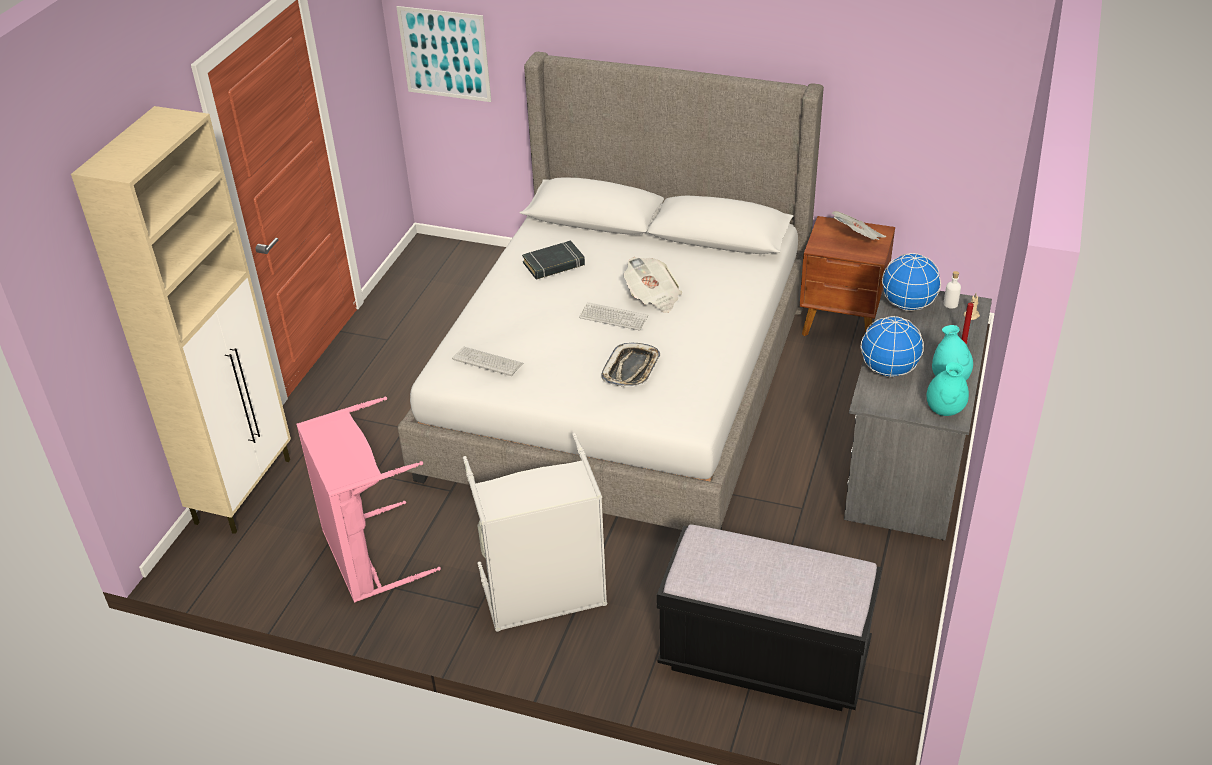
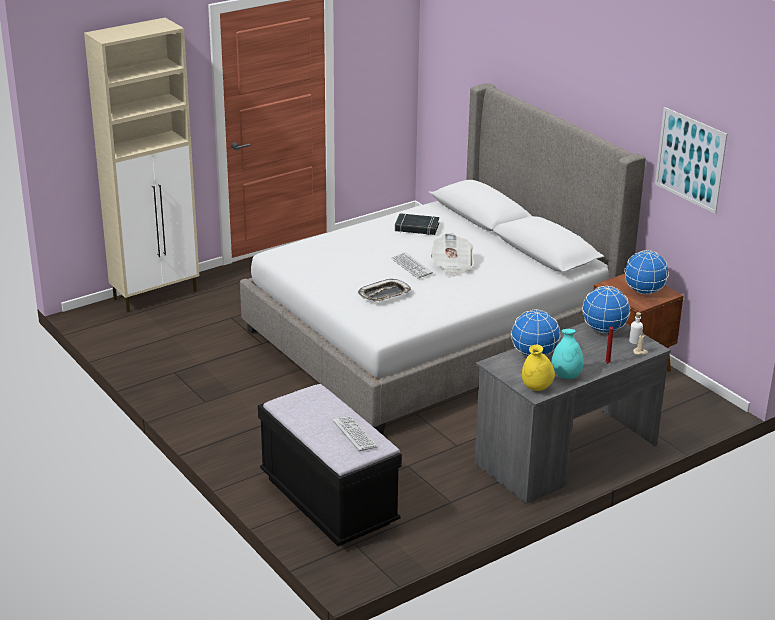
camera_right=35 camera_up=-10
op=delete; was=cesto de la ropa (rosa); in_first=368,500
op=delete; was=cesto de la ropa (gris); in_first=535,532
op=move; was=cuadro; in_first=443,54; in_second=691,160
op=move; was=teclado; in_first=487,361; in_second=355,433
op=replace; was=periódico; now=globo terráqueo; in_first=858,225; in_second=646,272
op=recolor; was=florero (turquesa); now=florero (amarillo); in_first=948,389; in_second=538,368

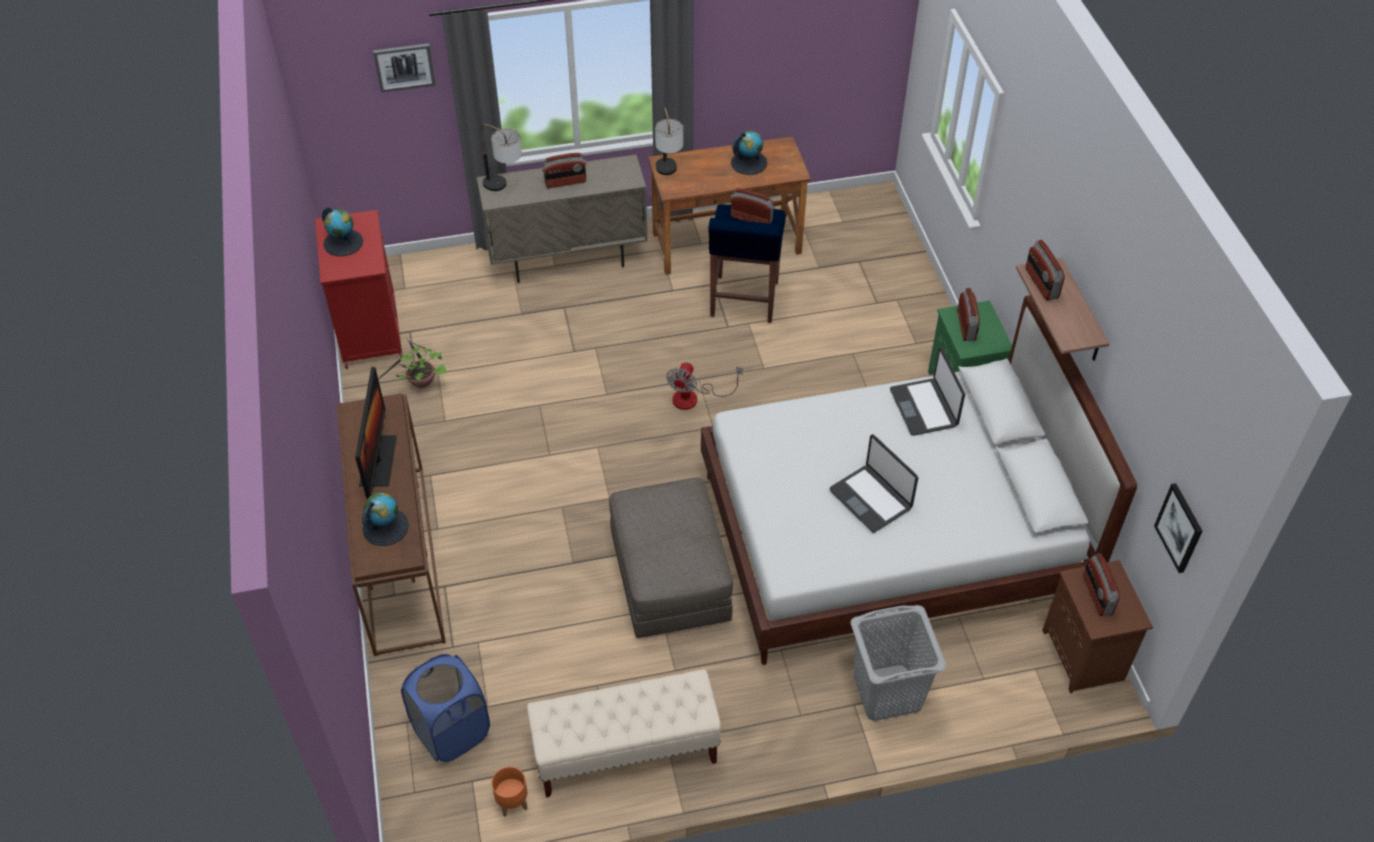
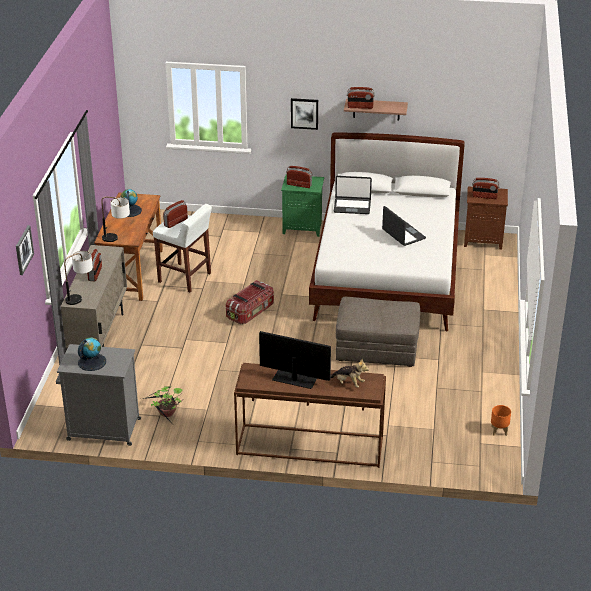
camera_right=-70 camera_up=-15
op=delete; was=cesto de la ropa (azul); in_first=445,708
op=delete; was=banco (beis); in_first=624,733
op=delete; was=cesto de la ropa (gris); in_first=898,663
op=move; was=cuadro; in_first=1178,528; in_second=304,114
op=replace; was=globo terráqueo; now=peluche; in_first=385,519; in_second=349,373
op=replace; was=ventilador; now=caja de almacenaje; in_first=704,386; in_second=250,302
op=recolor; was=armario (rojo); now=armario (gris); in_first=358,289; in_second=98,395
op=recolor; was=taburete (azul); now=taburete (blanco); in_first=747,263; in_second=182,248
op=rotate; was=portátil; in_first=873,483; in_second=404,226; clockwise=-105

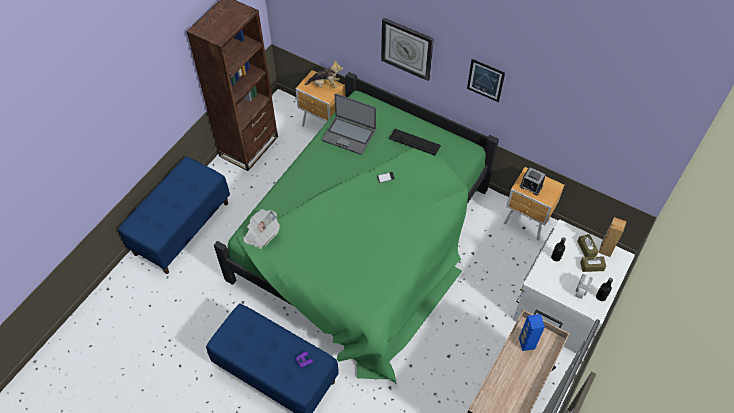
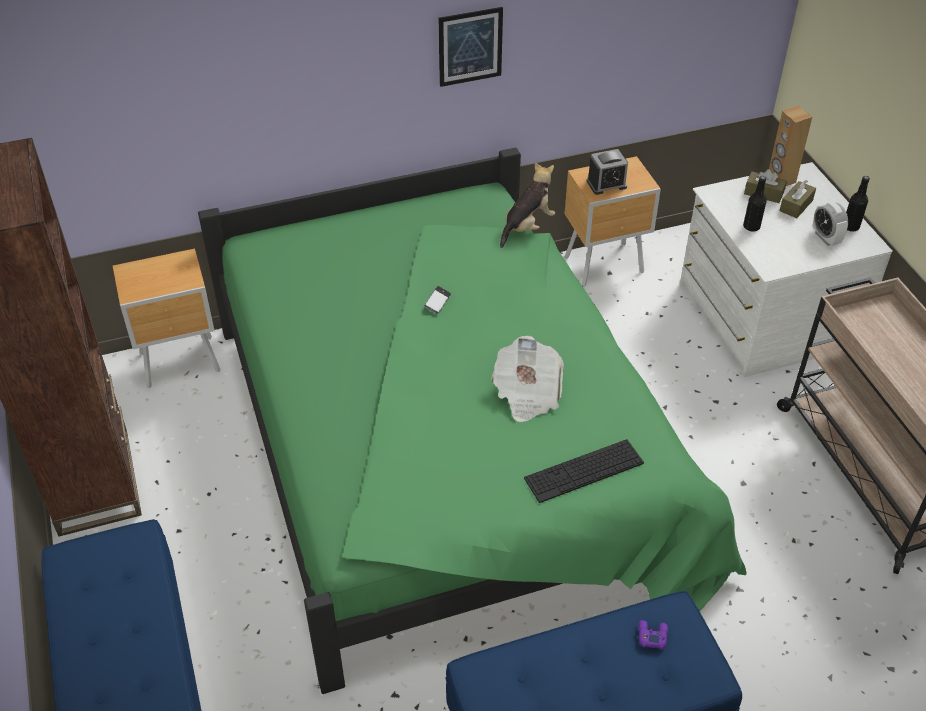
camera_right=-50 camera_up=-10
op=delete; was=portátil; in_first=349,124
op=delete; was=reloj de pared; in_first=407,49
op=delete; was=altavoz (azul); in_first=532,332
op=move; was=periódico; in_first=261,229; in_second=528,379
op=move; was=peluche; in_first=324,74; in_second=527,205
op=move; was=teclado; in_first=415,142; in_second=584,471

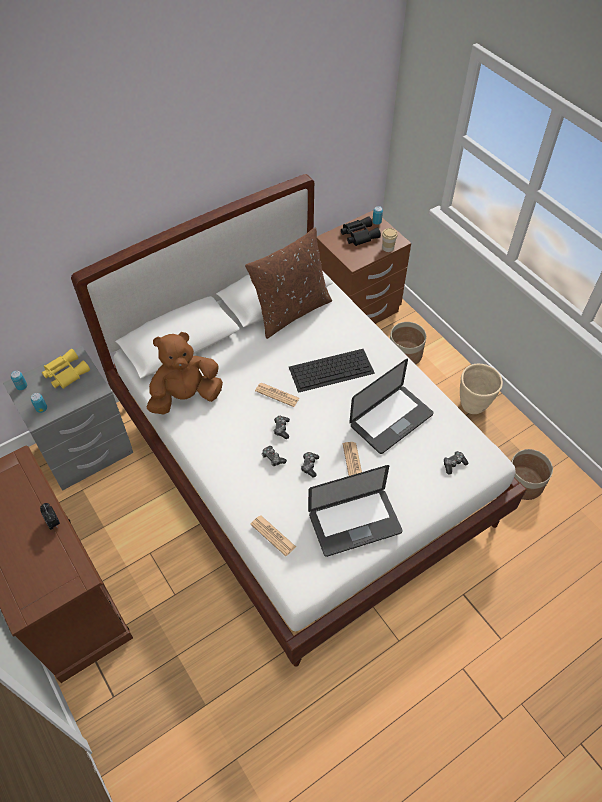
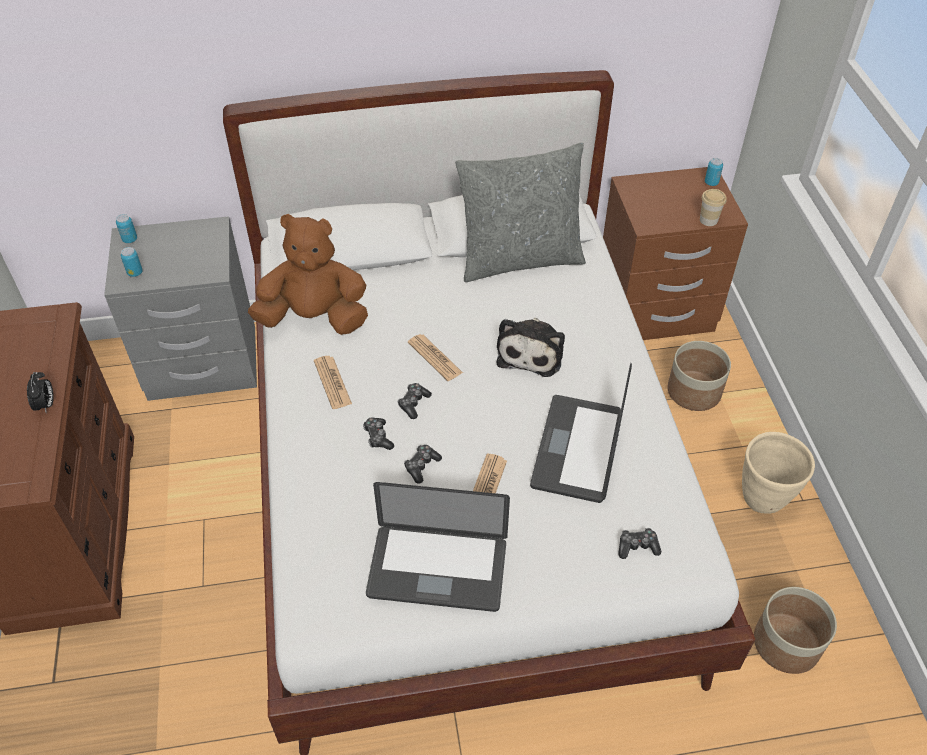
camera_right=25 camera_up=-5
op=delete; was=prismáticos (amarillo); in_first=66,369
op=delete; was=prismáticos (negro); in_first=361,231
op=move; was=periódico; in_first=273,536; in_second=333,382
op=replace; was=teclado; now=peluche; in_first=332,371; in_second=531,347
op=recolor; was=cojín (marrón); now=cojín (gris); in_first=288,283; in_second=520,212
op=rotate; was=portátil; in_first=391,406; in_second=581,433; clockwise=120

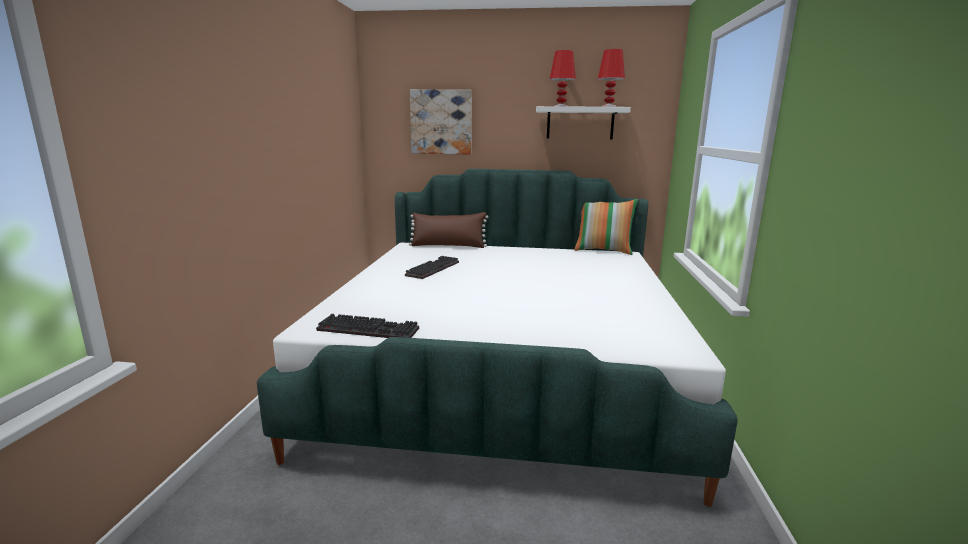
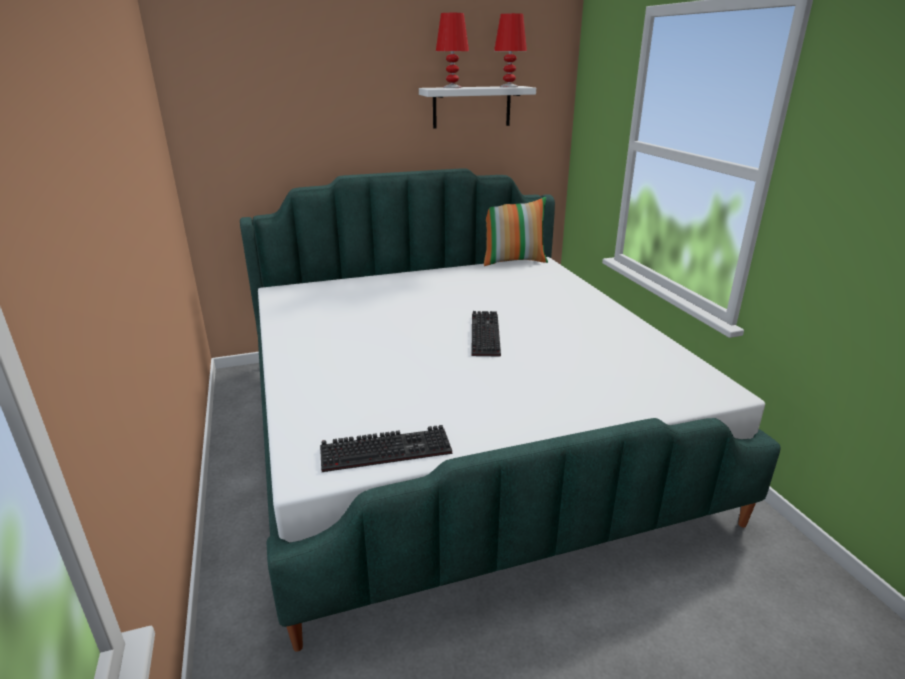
camera_right=-25 camera_up=10
op=delete; was=cojín (marrón); in_first=448,230
op=delete; was=cuadro; in_first=441,122
op=move; was=teclado; in_first=432,267; in_second=486,334

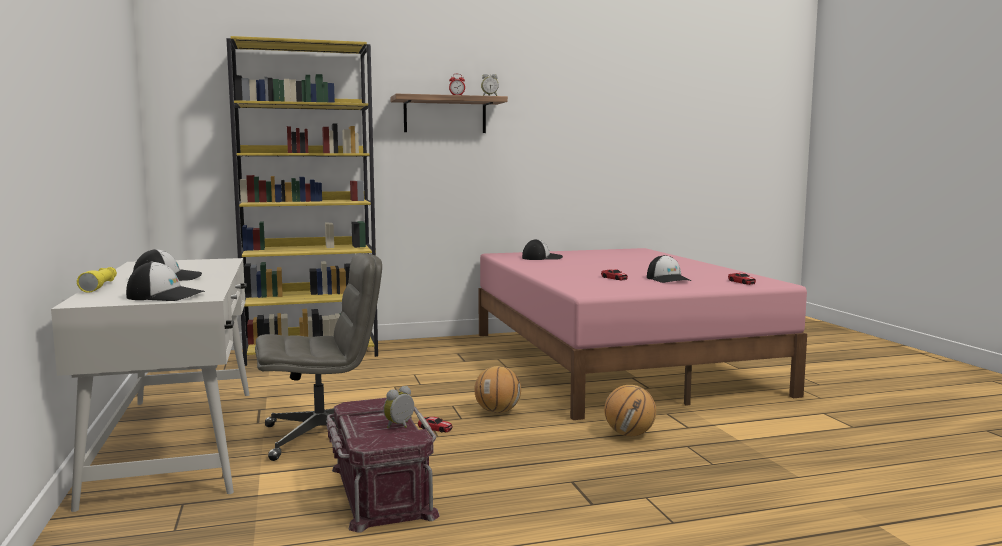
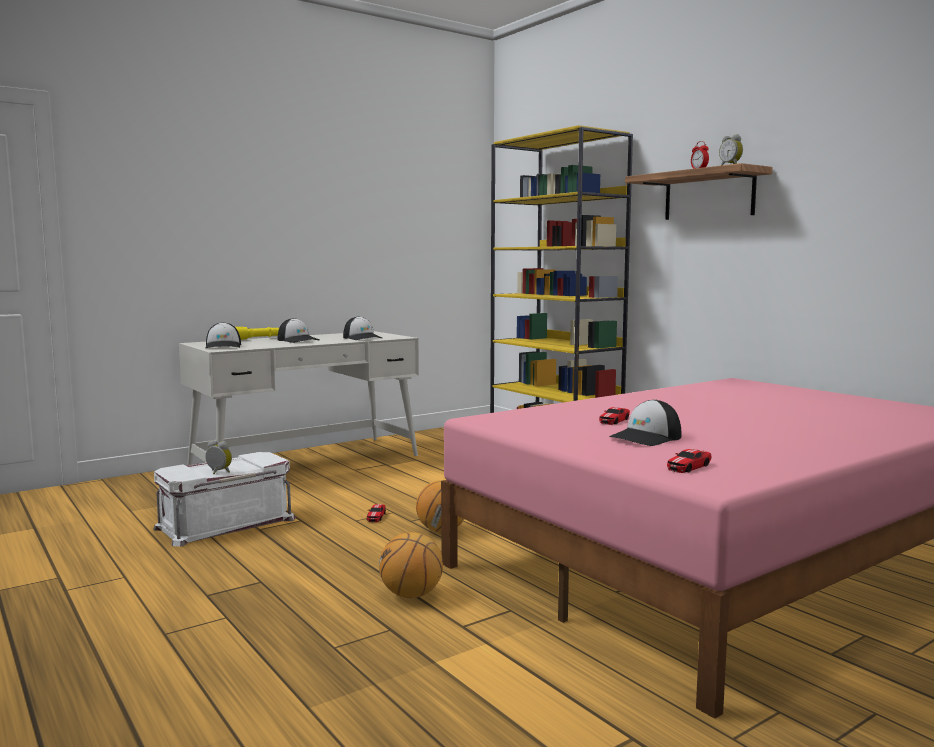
camera_right=70 camera_up=0
op=delete; was=silla de oficina (gris); in_first=318,357
op=move; was=gorra; in_first=542,249; in_second=362,328
op=recolor; was=caja de almacenaje (rojo); now=caja de almacenaje (blanco); in_first=383,465; in_second=224,499

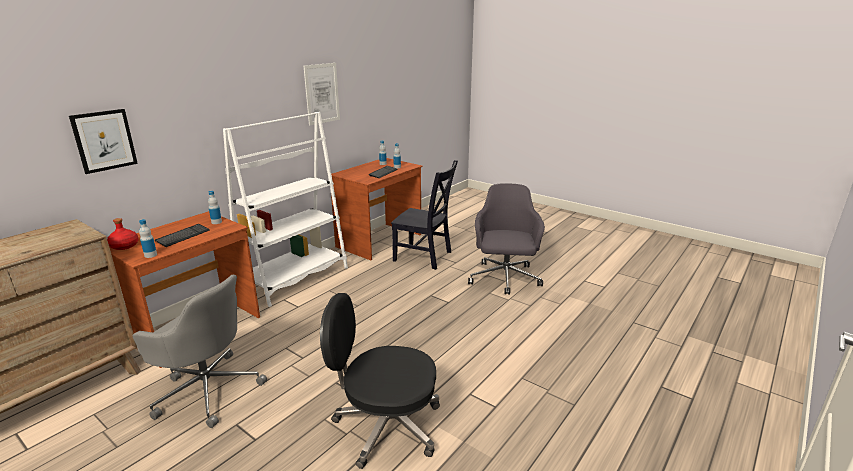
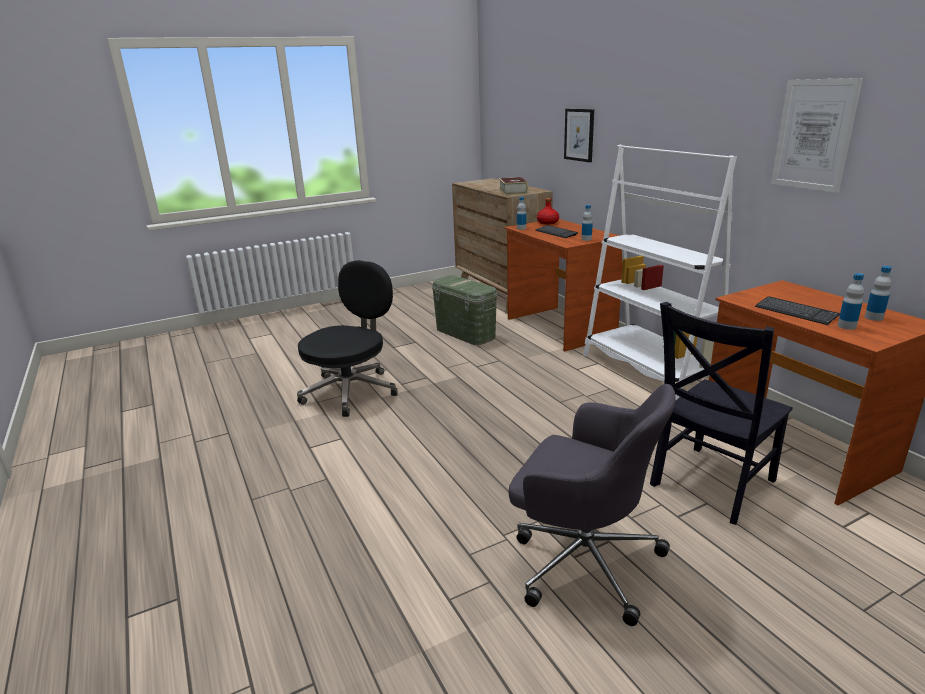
camera_right=115 camera_up=0
op=insert; now=libro; in_second=513,186
op=replace; was=silla de oficina (gris); now=caja de almacenaje (verde); in_first=200,351; in_second=464,310

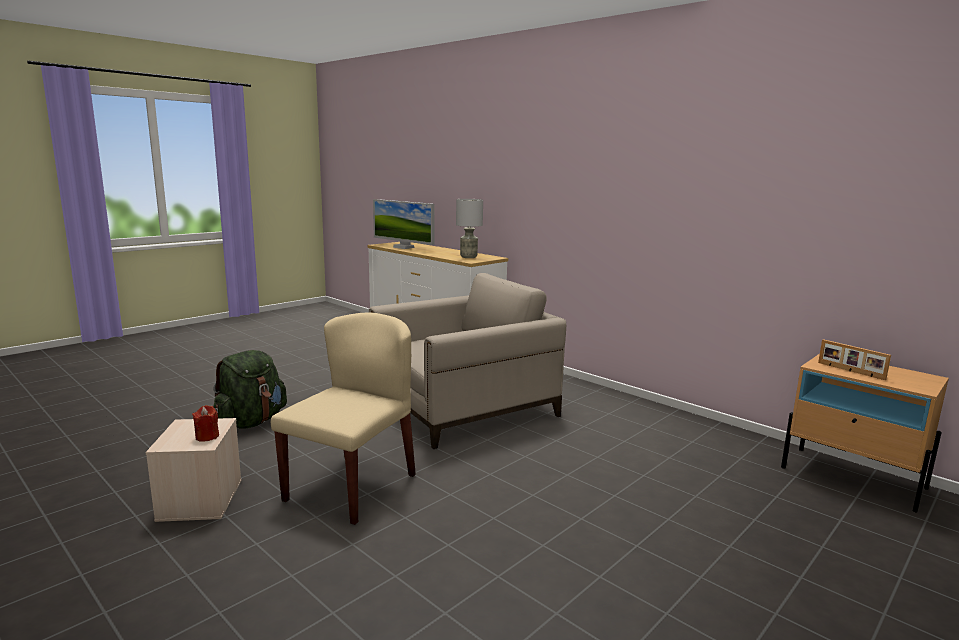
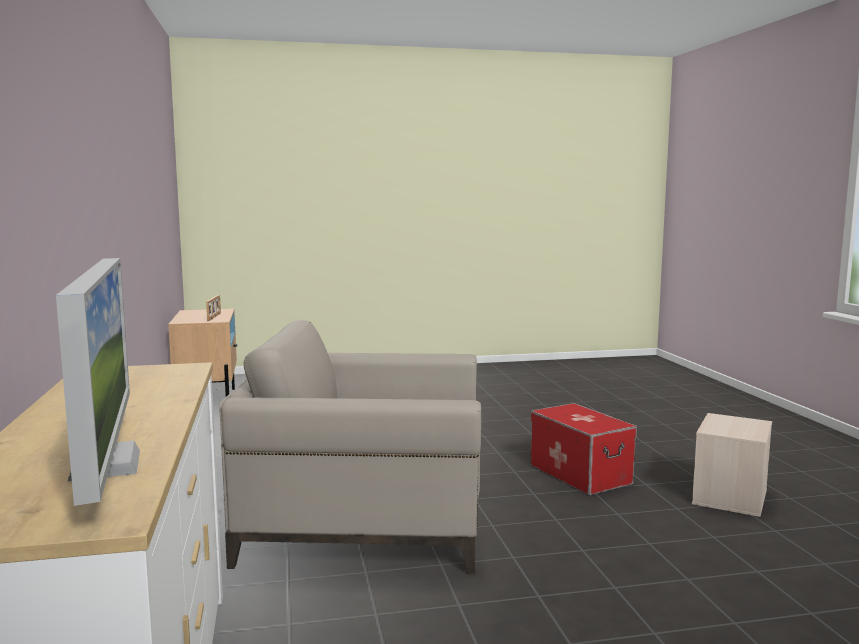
camera_right=-145 camera_up=-5
op=delete; was=vela (rojo); in_first=205,423
op=delete; was=mochila (verde); in_first=250,389
op=delete; was=lámpara de mesa (gris); in_first=469,228
op=replace; was=silla (beis); now=caja de almacenaje; in_first=343,419; in_second=583,449

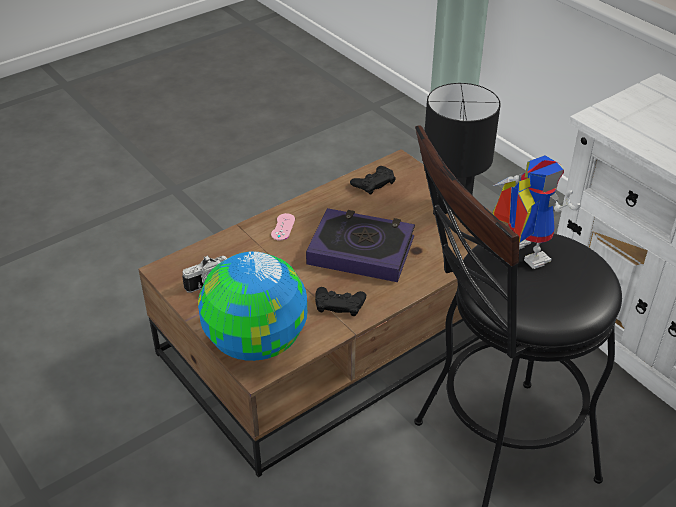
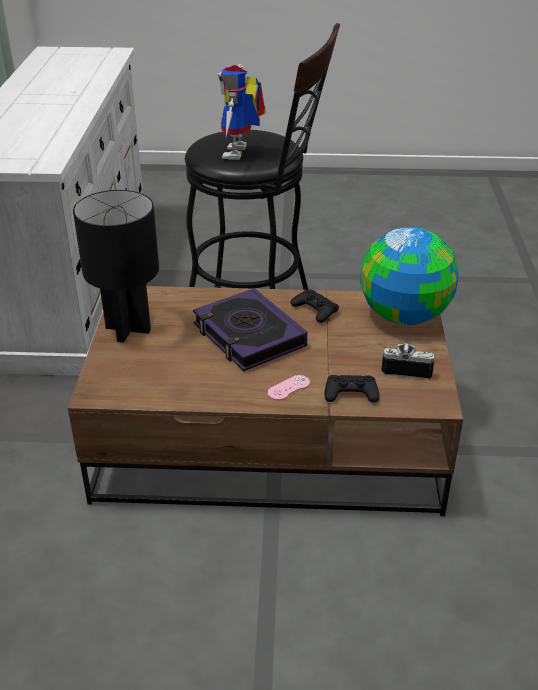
camera_right=-140 camera_up=-5
op=move; was=mando de consola (negro); in_first=373,180; in_second=352,389

